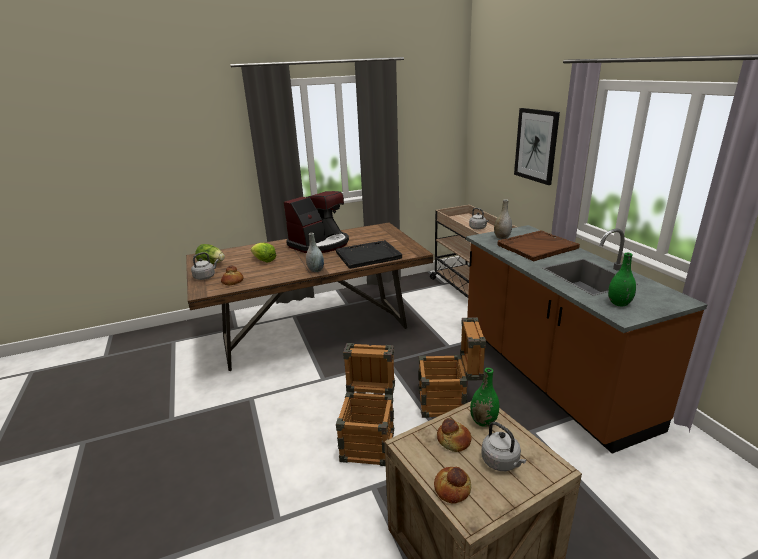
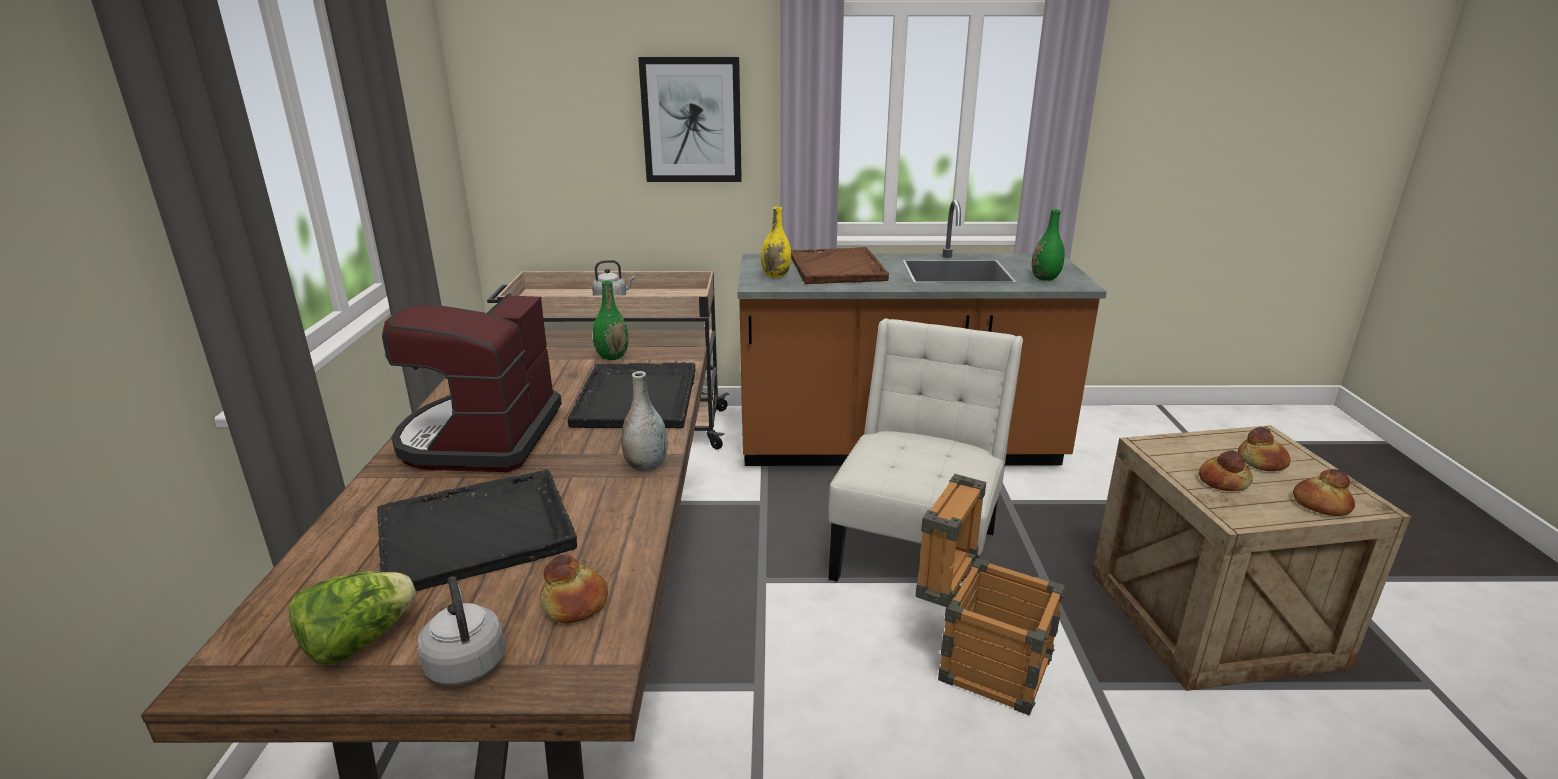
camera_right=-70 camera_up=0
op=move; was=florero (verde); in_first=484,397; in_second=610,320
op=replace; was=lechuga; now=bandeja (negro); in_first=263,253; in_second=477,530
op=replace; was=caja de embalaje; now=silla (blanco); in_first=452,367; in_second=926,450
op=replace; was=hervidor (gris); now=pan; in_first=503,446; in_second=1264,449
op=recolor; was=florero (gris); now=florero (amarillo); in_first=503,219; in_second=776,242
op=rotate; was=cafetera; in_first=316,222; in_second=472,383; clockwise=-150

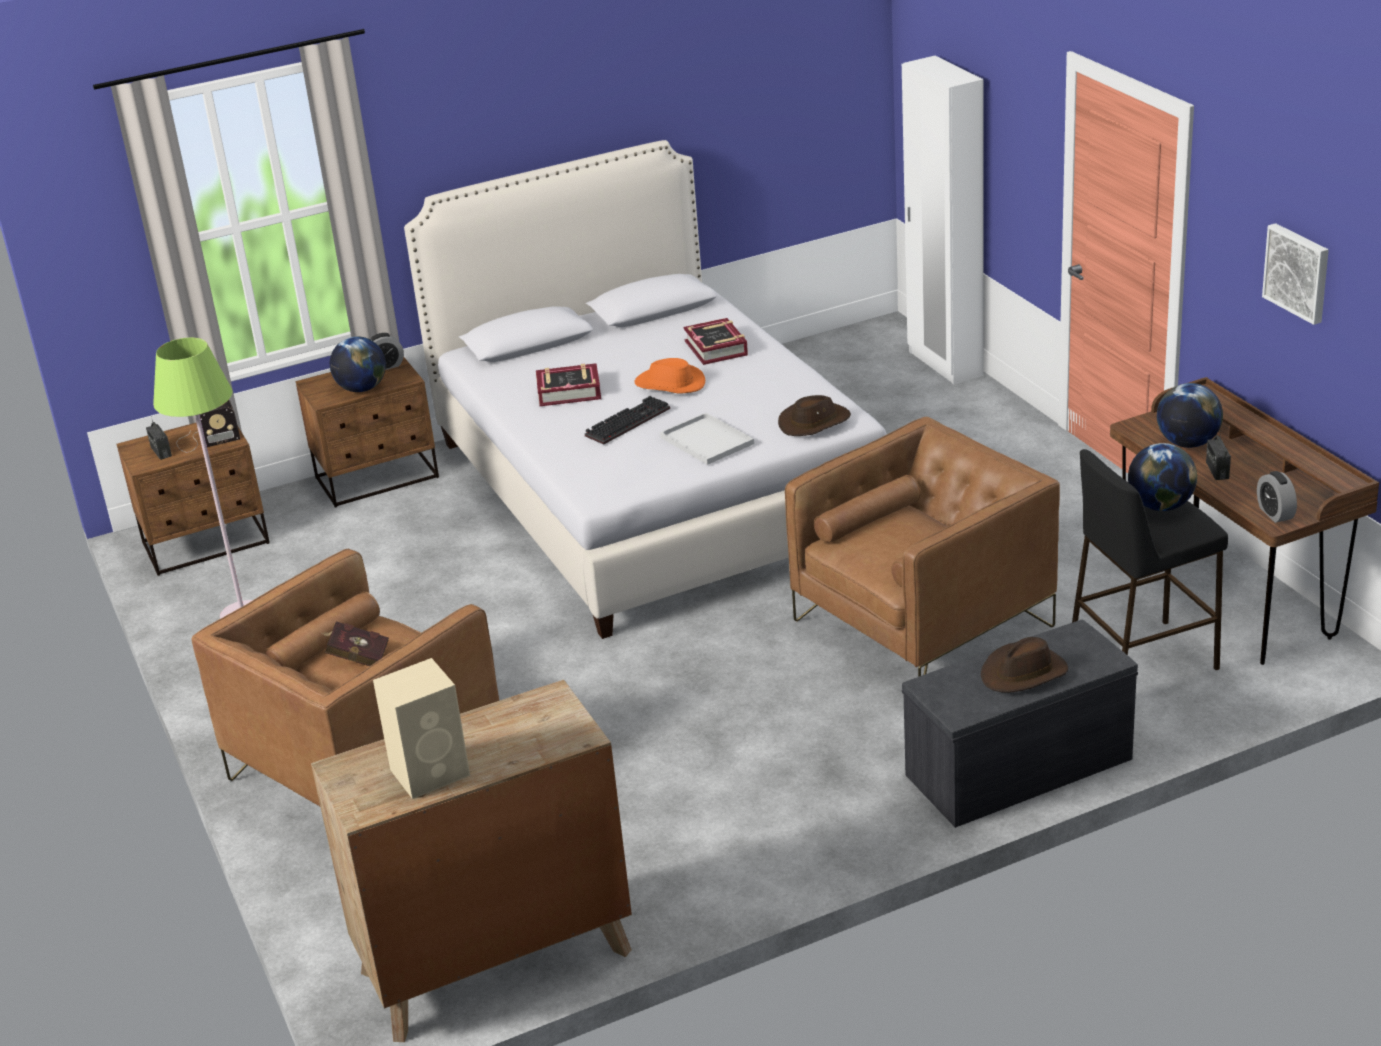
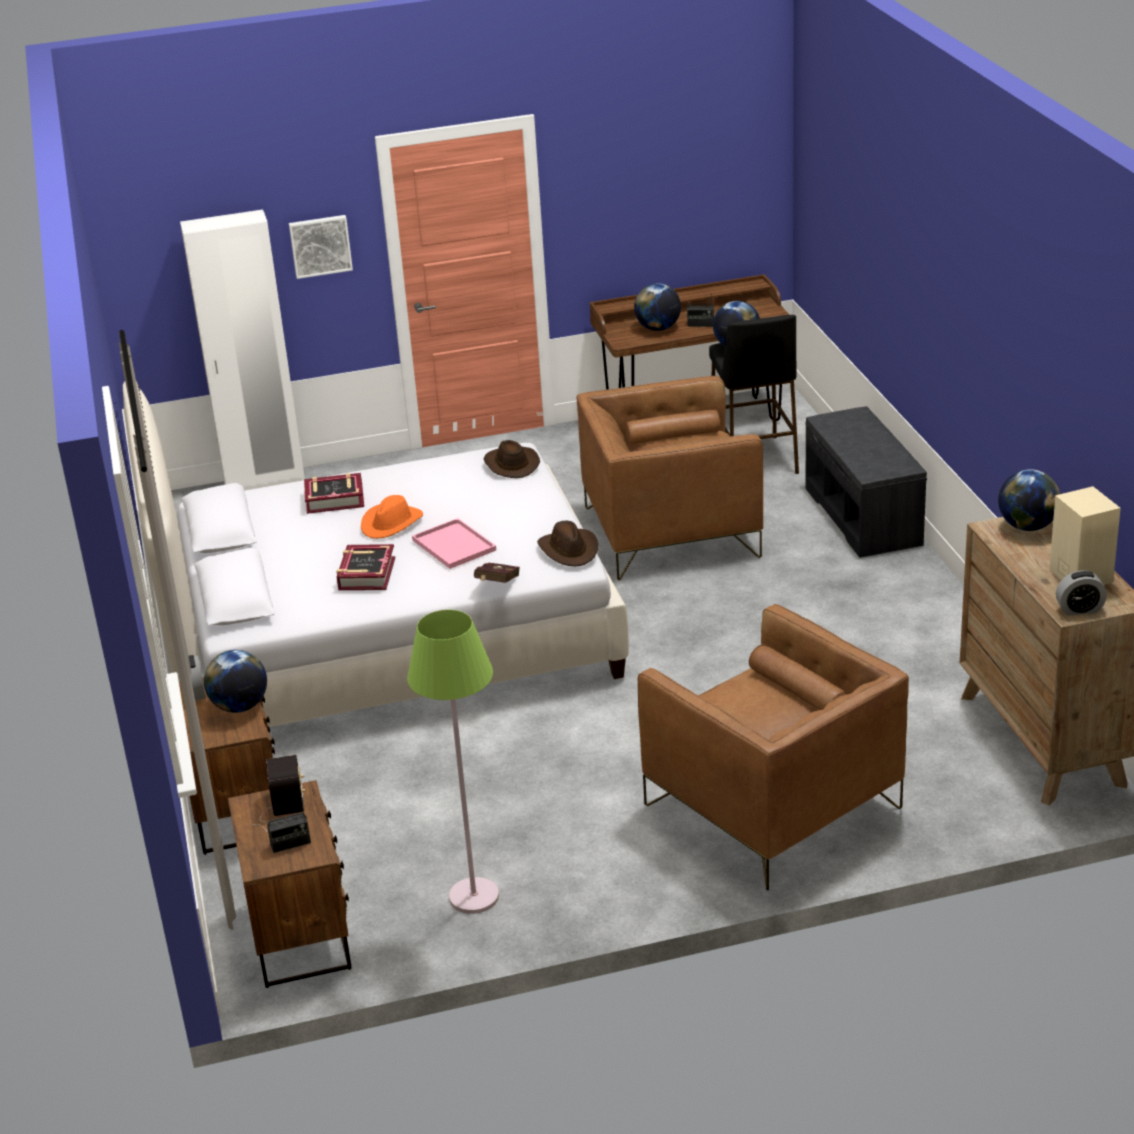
camera_right=-80 camera_up=0
op=delete; was=bandeja (blanco); in_first=707,439
op=insert; now=globo terráqueo; in_second=1029,500
op=move; was=libro (rojo); in_first=355,644; in_second=497,573
op=move; was=sombrero (marrón); in_first=1024,665; in_second=567,543
op=move; was=despertador; in_first=1277,497; in_second=1081,593
op=move; was=cuadro; in_first=1295,274; in_second=321,247
op=replace; was=teclado; now=bandeja (rosa); in_first=627,420; in_second=454,543
op=rotate; was=sillón (marrón); in_first=922,547; in_second=669,478; clockwise=-75

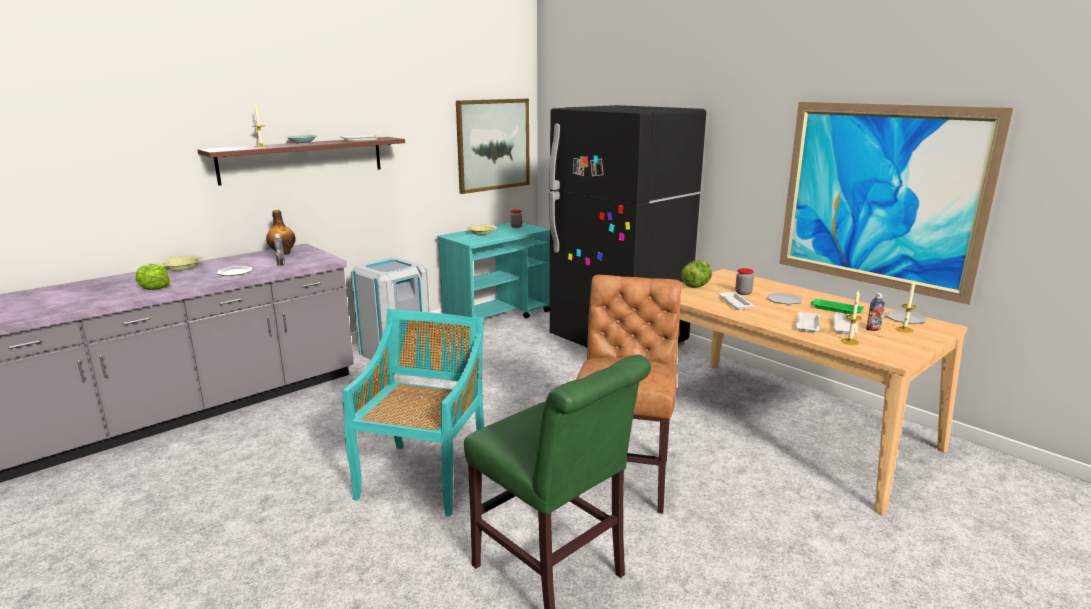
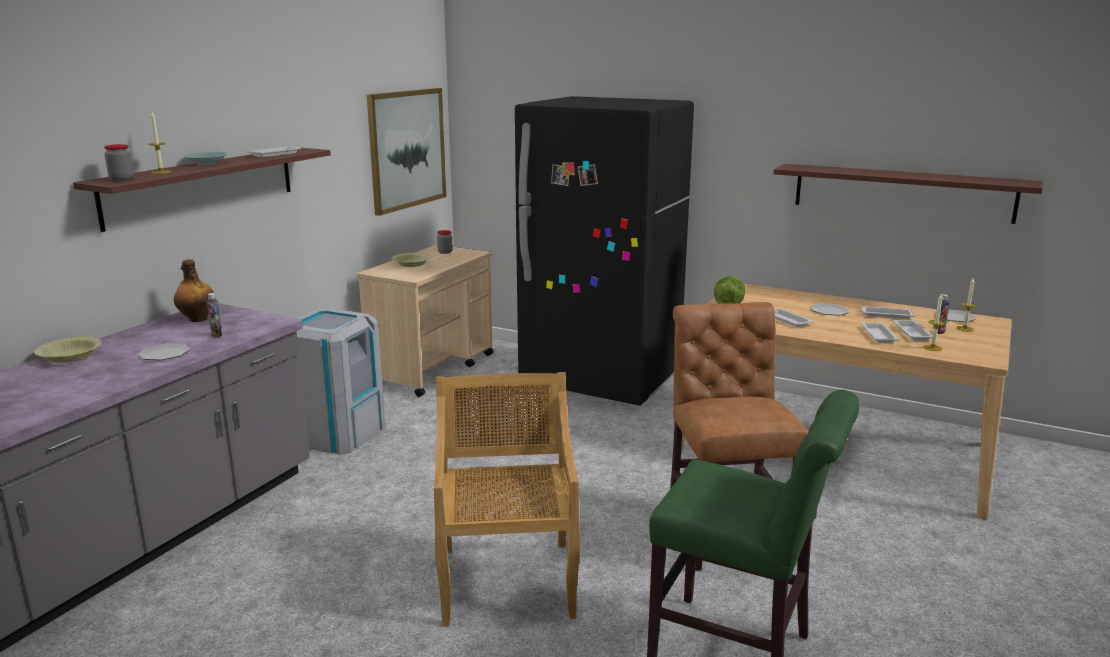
camera_right=-20 camera_up=0
op=delete; was=lechuga; in_first=153,277
op=move; was=tarro; in_first=744,281; in_second=118,162
op=replace; was=cuadro; now=estante; in_first=896,203; in_second=908,194
op=recolor; was=silla (turquesa); now=silla (beis); in_first=413,413; in_second=507,499
op=recolor; was=carrito (turquesa); now=carrito (beis); in_first=493,270; in_second=425,321
op=recolor; was=bandeja (verde); now=bandeja (blanco); in_first=837,307; in_second=887,312

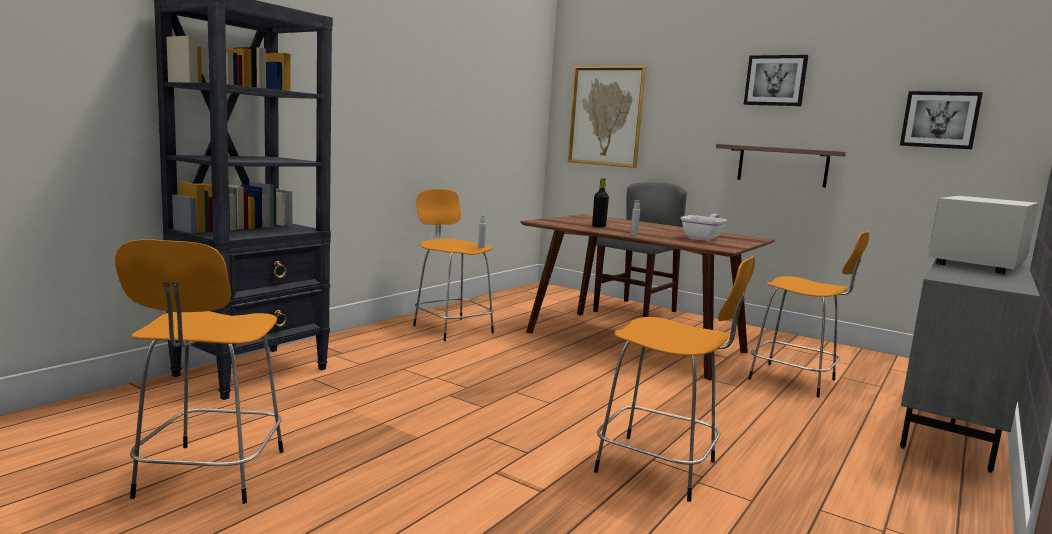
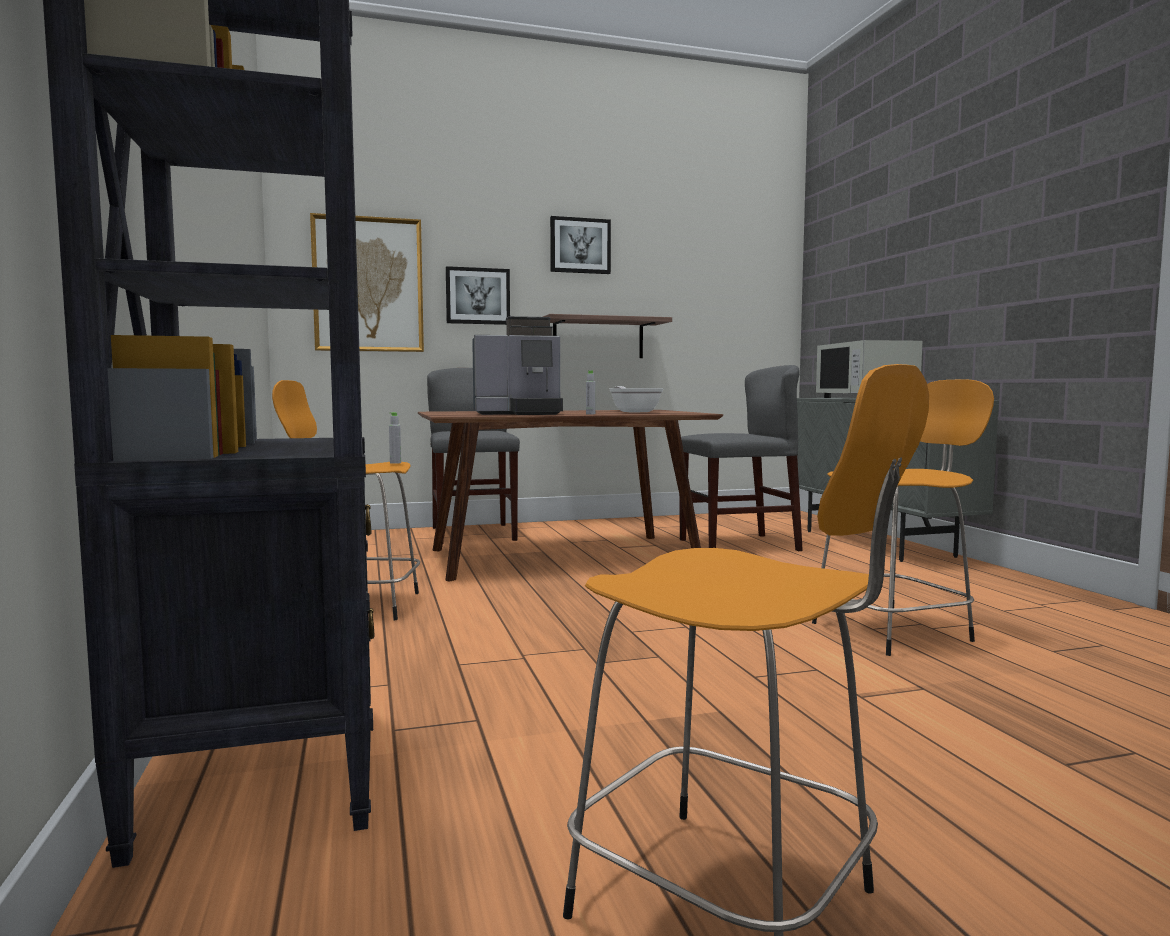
camera_right=-50 camera_up=-5
op=move; was=cuadro; in_first=941,120; in_second=478,295
op=replace; was=botella (negro); now=cafetera; in_first=600,202; in_second=517,365
op=replace; was=taburete (naranja); now=silla (gris); in_first=808,314; in_second=741,458

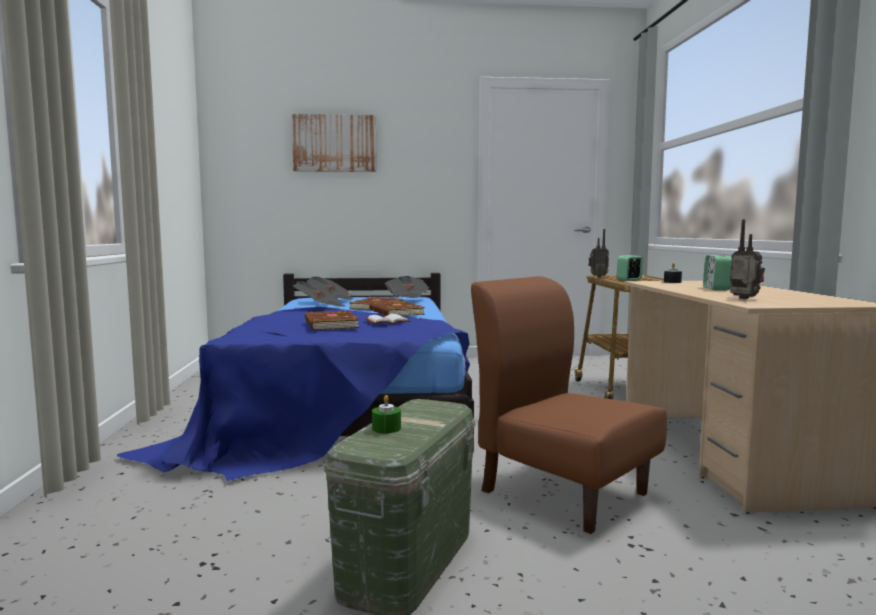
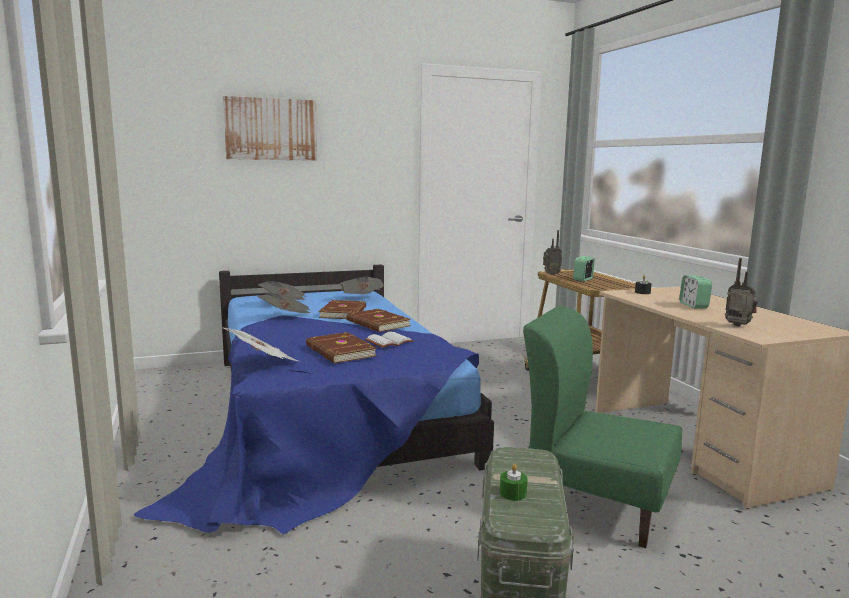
camera_right=-15 camera_up=5
op=insert; now=periódico; in_second=260,344
op=recolor; was=silla (marrón); now=silla (verde); in_first=569,405; in_second=602,426

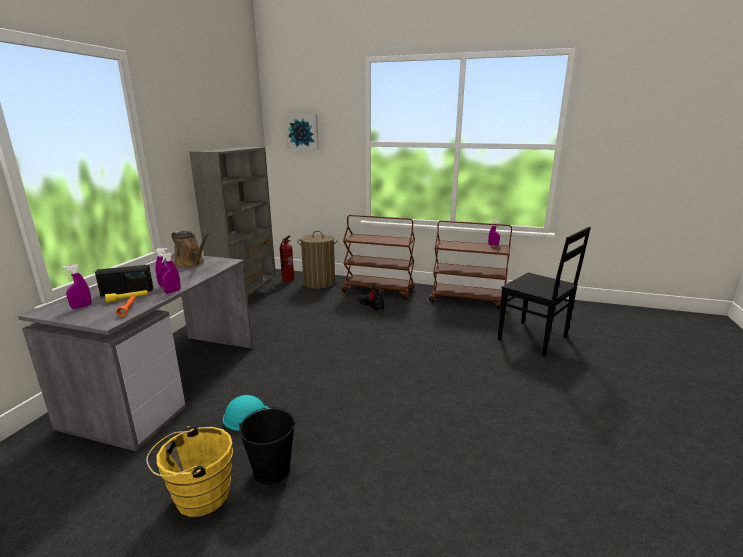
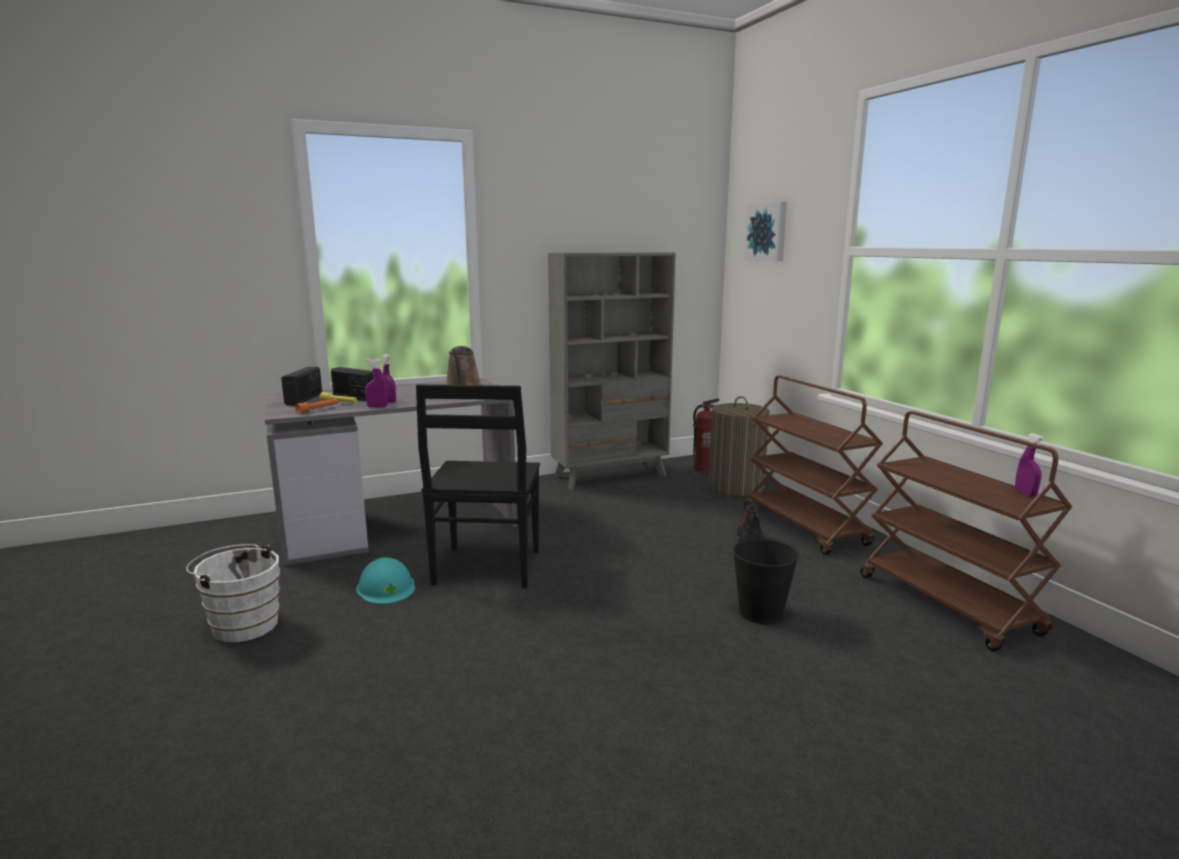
camera_right=50 camera_up=-5
op=move; was=cubo (negro); in_first=267,446; in_second=766,580
op=move; was=silla (negro); in_first=544,292; in_second=478,486
op=replace; was=pulverizador (morado); now=radio; in_first=77,286; in_second=301,386
op=recolor; was=cubo (amarillo); now=cubo (blanco); in_first=189,471; in_second=233,593

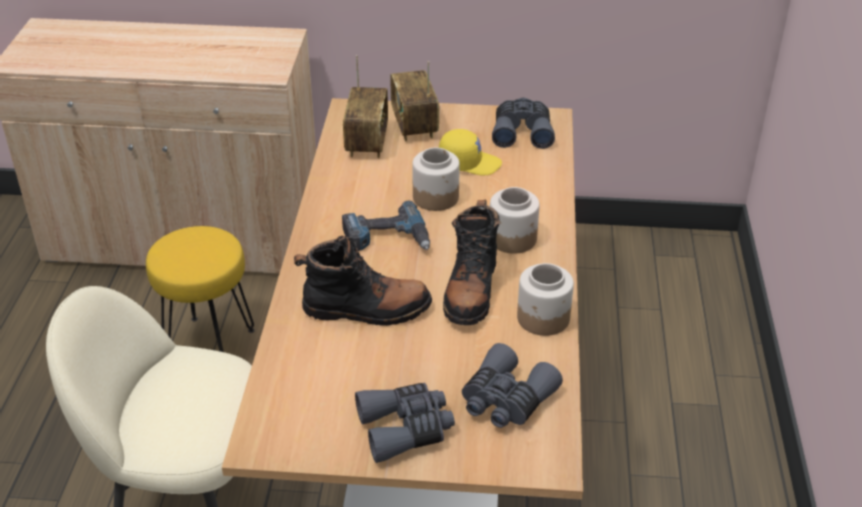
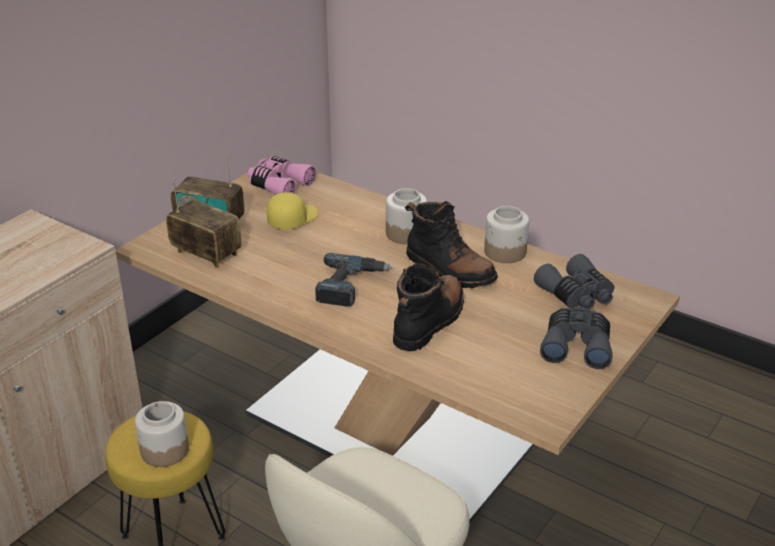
camera_right=-60 camera_up=-5
op=move; was=tarro; in_first=436,179; in_second=162,434
op=recolor; was=prismáticos (gris); now=prismáticos (rosa); in_first=523,123; in_second=282,175

